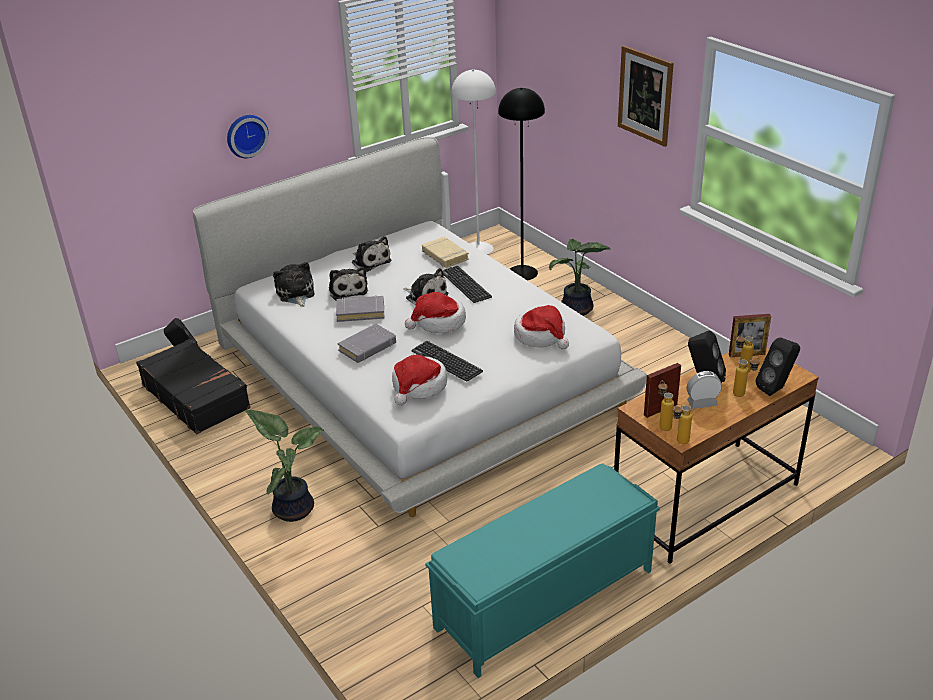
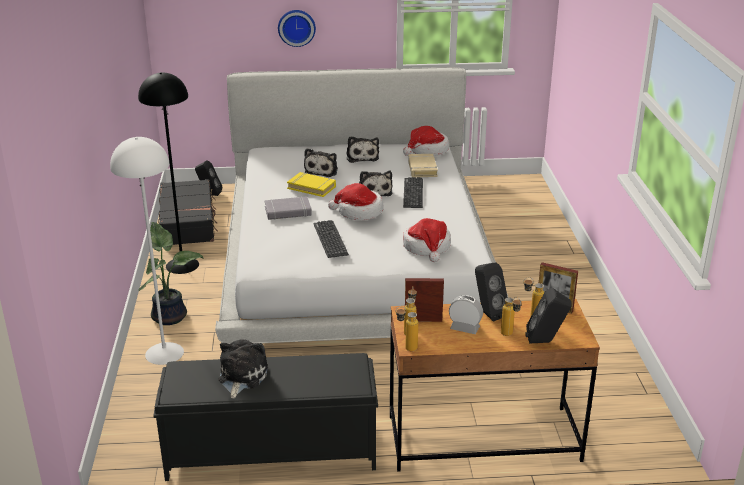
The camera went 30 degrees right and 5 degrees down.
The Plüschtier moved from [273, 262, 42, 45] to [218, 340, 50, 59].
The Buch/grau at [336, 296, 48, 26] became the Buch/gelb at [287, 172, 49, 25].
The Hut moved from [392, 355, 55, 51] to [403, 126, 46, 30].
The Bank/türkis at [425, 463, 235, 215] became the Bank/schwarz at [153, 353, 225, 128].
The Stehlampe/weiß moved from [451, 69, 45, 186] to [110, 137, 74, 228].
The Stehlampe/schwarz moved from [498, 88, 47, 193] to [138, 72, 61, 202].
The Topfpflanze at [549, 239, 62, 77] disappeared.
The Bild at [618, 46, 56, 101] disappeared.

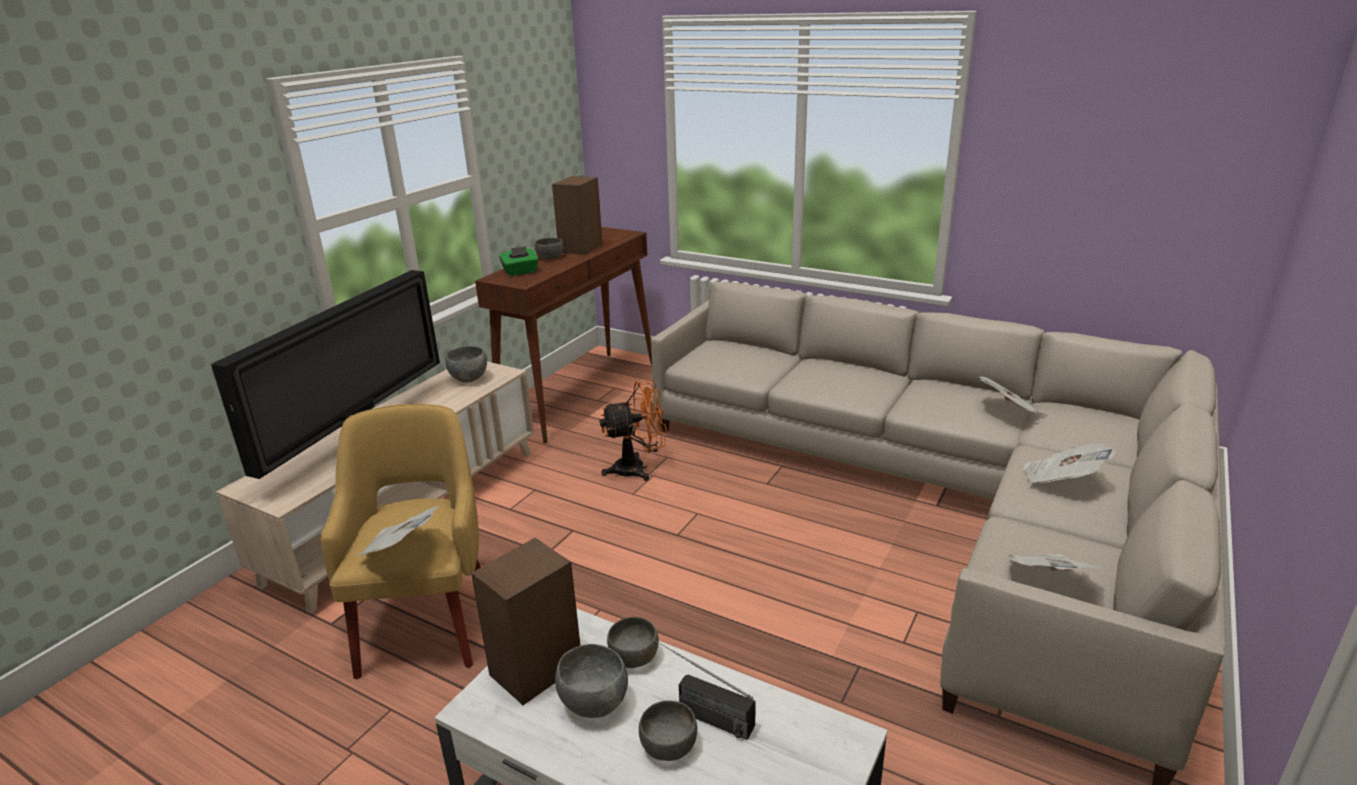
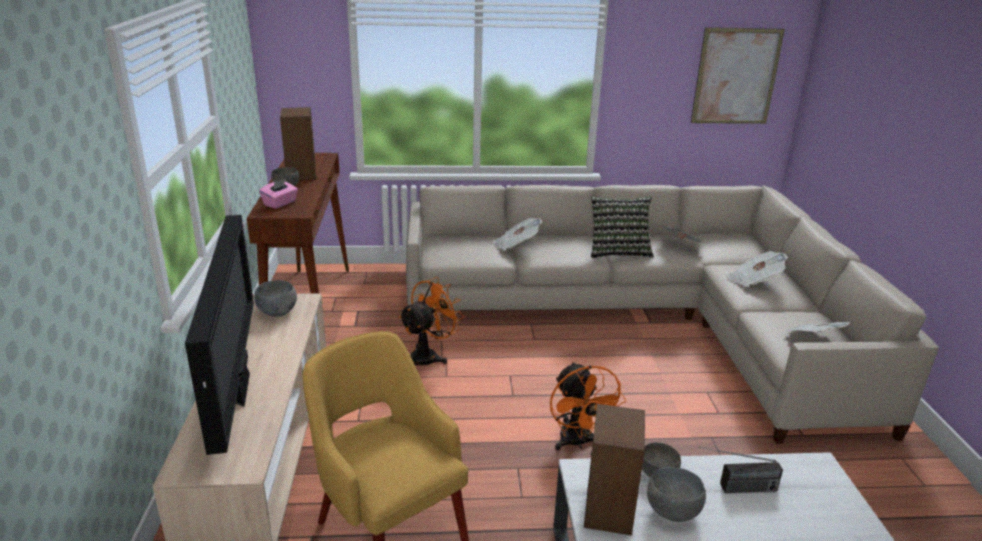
The camera went 35 degrees left and 0 degrees up.
The Zeitung moved from [357, 506, 82, 50] to [492, 217, 50, 34].
The Taschentuchbox/grün at [499, 246, 40, 30] became the Taschentuchbox/rosa at [259, 178, 39, 31].
The Schüssel/grau at [639, 700, 58, 61] disappeared.
The Ventilator/orange at [550, 362, 77, 88] appeared.
The Kissen at [591, 196, 63, 62] appeared.
The Bild at [691, 27, 94, 97] appeared.

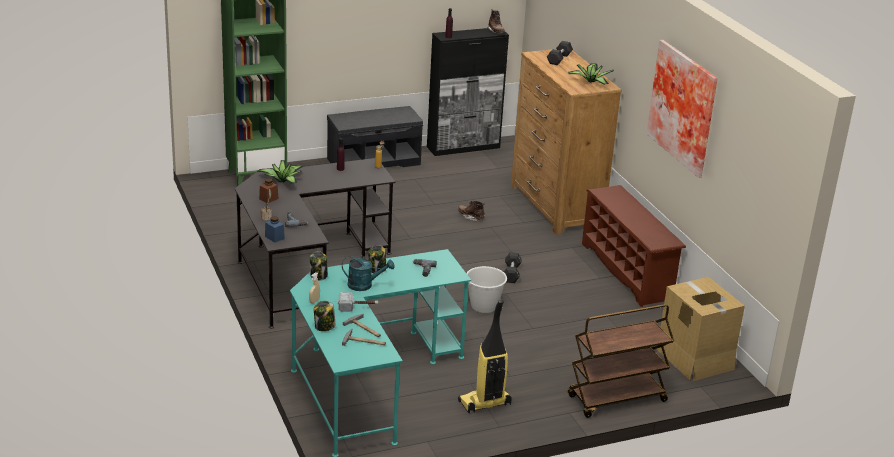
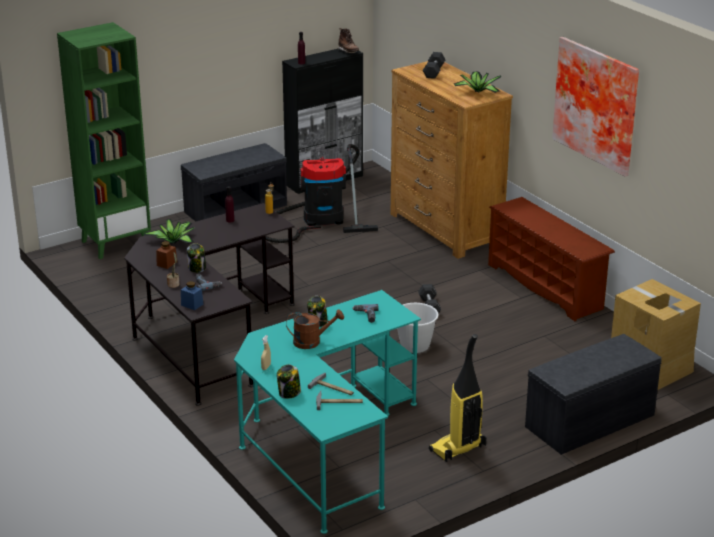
The camera went 10 degrees left and 0 degrees up.
The Vorratsglas moved from [310, 251, 18, 30] to [187, 243, 19, 30].
The Hammer at [338, 292, 40, 20] disappeared.
The Gießkanne/türkis at [342, 256, 53, 35] became the Gießkanne/braun at [286, 309, 58, 40].
The Stiefel/braun at [457, 201, 28, 21] disappeared.
The Rollwagen/braun at [568, 304, 106, 114] was replaced by the Bank/grau at [525, 334, 137, 121].
The Staubsauger at [266, 144, 112, 99] appeared.

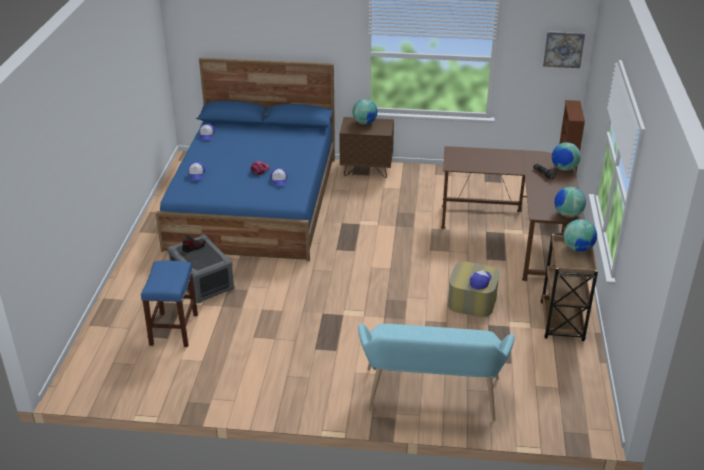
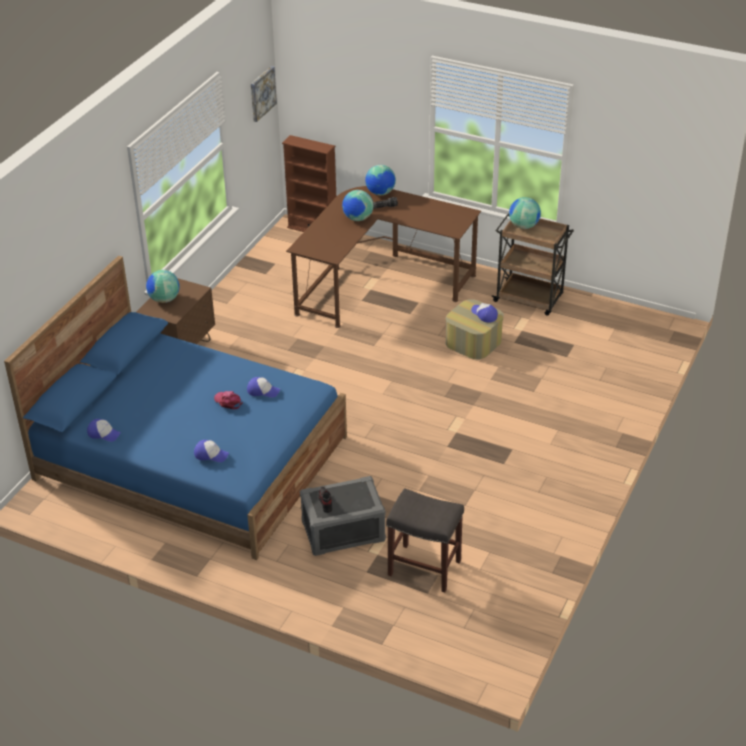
The camera went 70 degrees left and 5 degrees up.
The Hocker/blau at [141, 261, 57, 86] became the Hocker/grau at [386, 488, 78, 105].
The Bank/türkis at [358, 323, 157, 97] disappeared.
The Globus moved from [554, 187, 32, 30] to [342, 190, 31, 31].

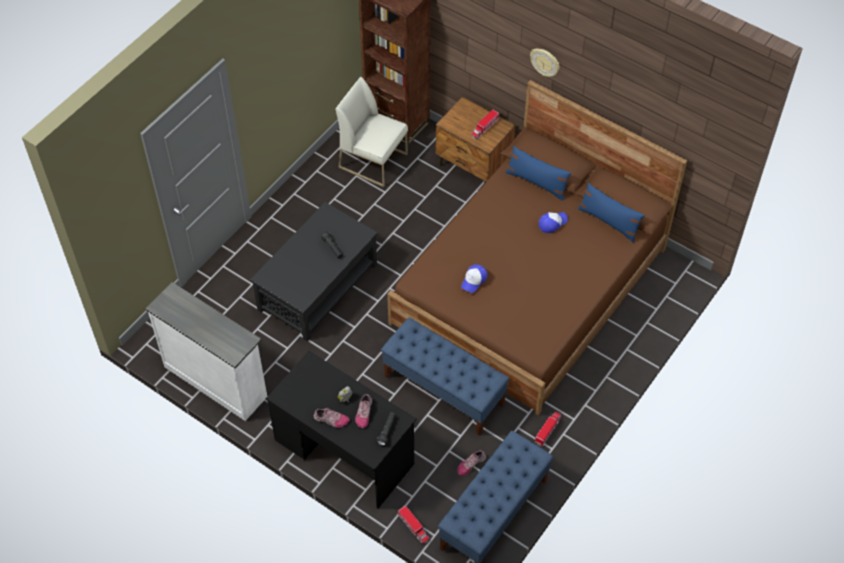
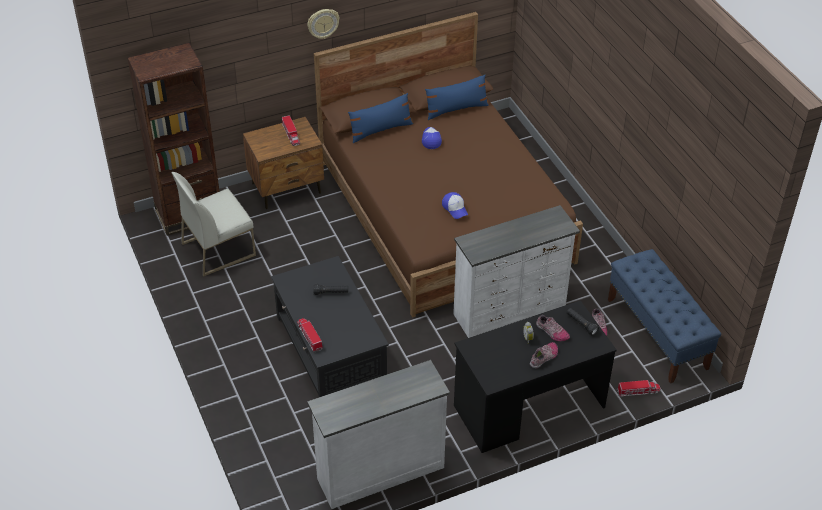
The camera went 60 degrees left and 10 degrees down.
The Bank/blau at [381, 318, 128, 118] was replaced by the Kommode/weiß at [453, 205, 127, 133].
The Spielzeuglaster moved from [535, 412, 26, 34] to [297, 318, 26, 34].

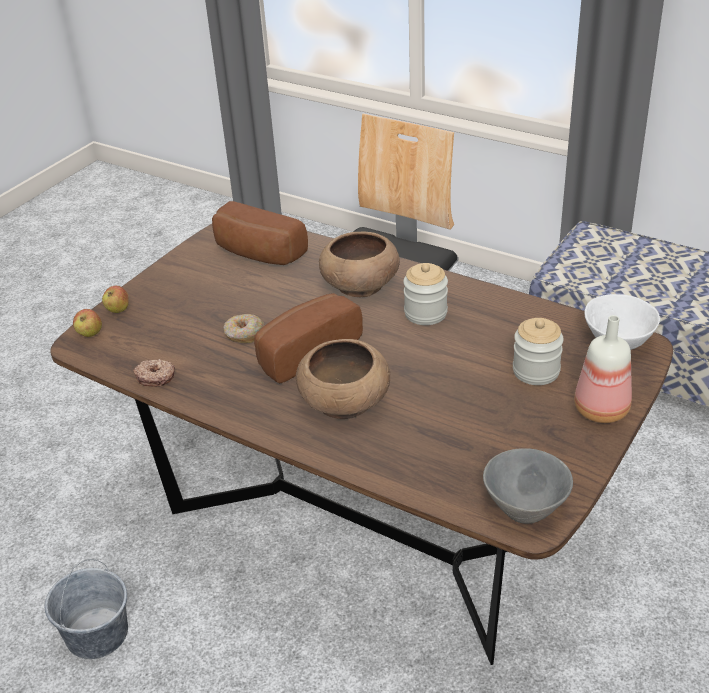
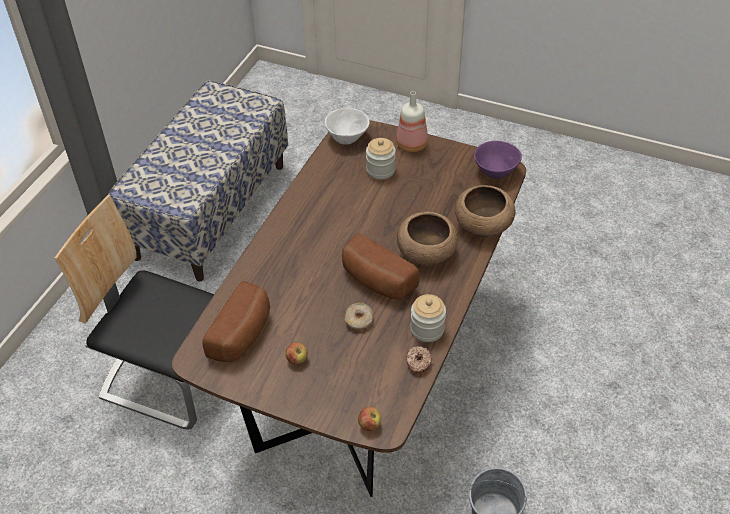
The camera went 100 degrees left and 10 degrees up.
The Apfel moved from [102, 286, 27, 27] to [285, 342, 23, 23].
The Schüssel/braun moved from [319, 231, 81, 66] to [455, 185, 60, 52].
The Vorratsglas moved from [403, 263, 45, 62] to [410, 294, 36, 48].
The Schüssel/grau at [483, 448, 90, 76] became the Schüssel/lila at [474, 141, 48, 38].

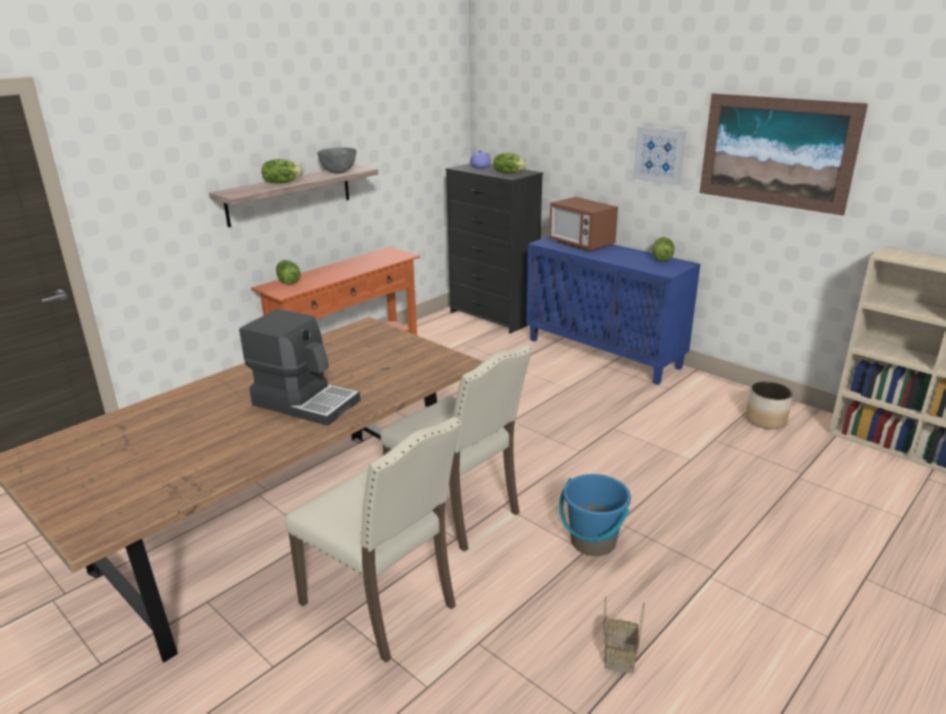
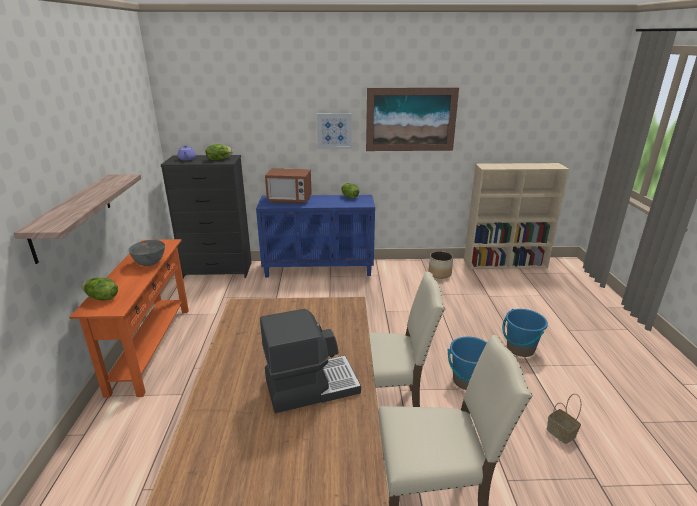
The camera went 45 degrees left and 0 degrees up.
The Salatkopf at [262, 159, 41, 24] disappeared.
The Schüssel/grau moved from [317, 148, 40, 26] to [128, 240, 37, 26].
The Eimer/blau at [502, 309, 46, 48] appeared.

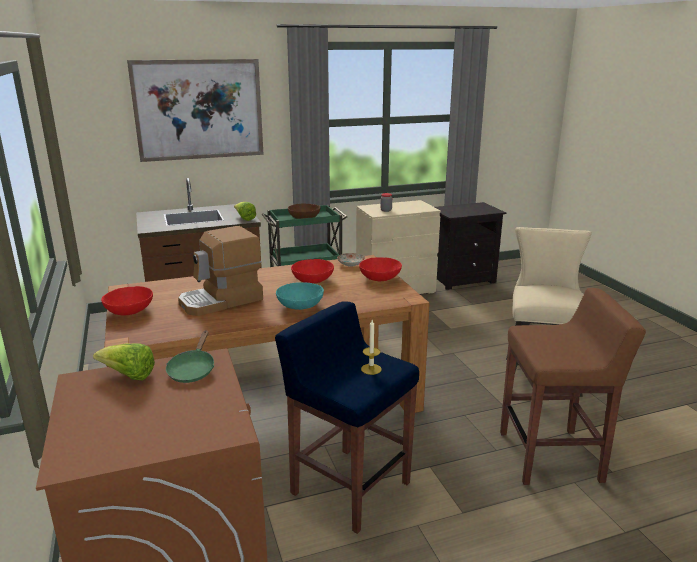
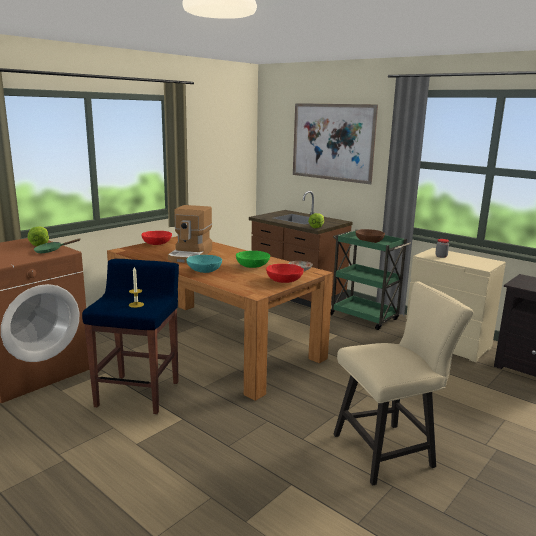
The camera went 60 degrees right and 5 degrees down.
The Kaffeemaschine at [178, 226, 85, 90] turned 105 degrees counterclockwise.
The Schüssel/rot at [291, 259, 43, 25] became the Schüssel/grün at [236, 251, 34, 17].
The Hocker/braun at [500, 288, 146, 197] disappeared.

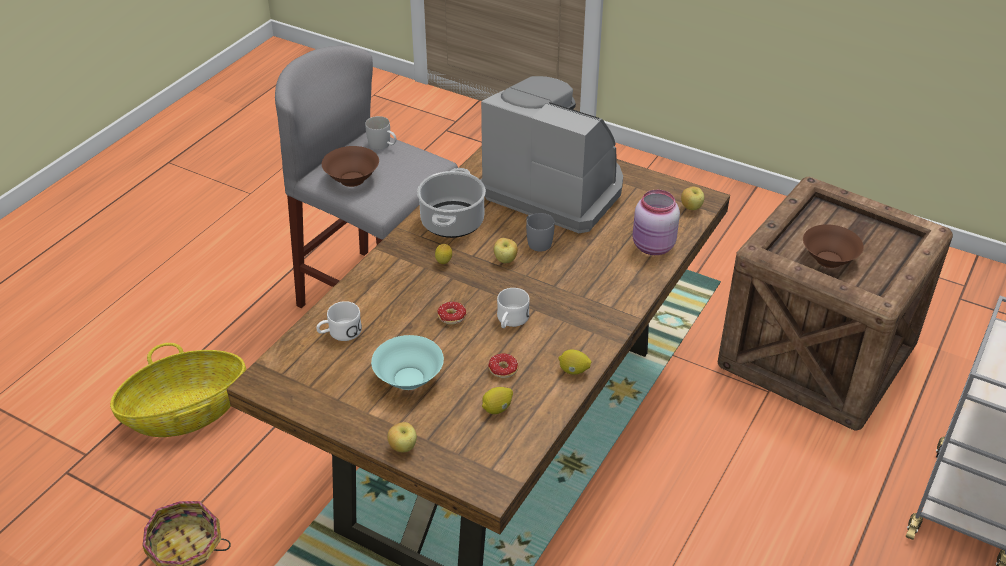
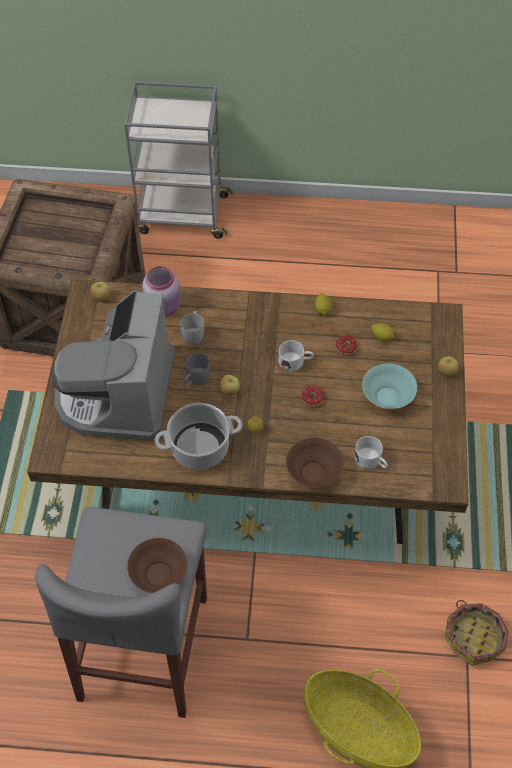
The camera went 115 degrees left and 15 degrees up.
The Henkelbecher/weiß moved from [365, 116, 32, 34] to [180, 311, 24, 34].
The Schüssel/braun moved from [803, 224, 61, 44] to [286, 438, 58, 50].

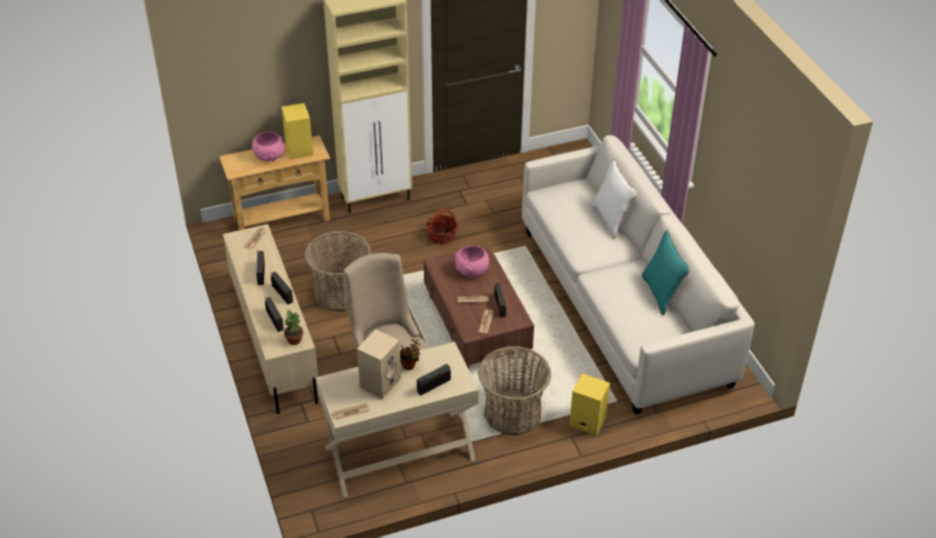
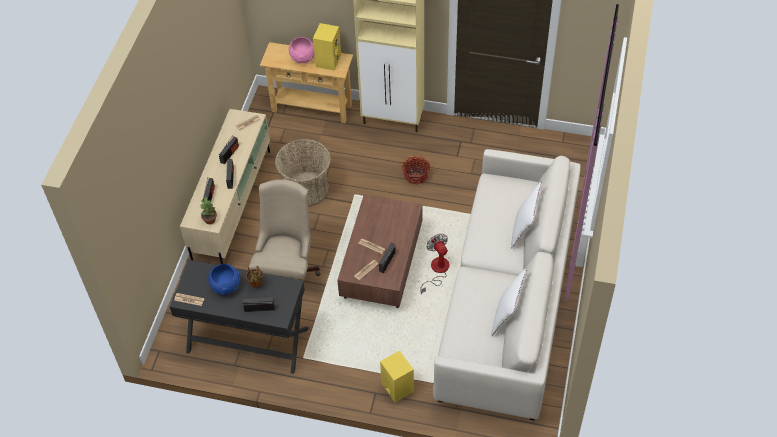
The camera went 35 degrees right and 10 degrees up.
The Schreibtisch/beige at [316, 342, 163, 155] became the Schreibtisch/schwarz at [169, 260, 140, 114].
The Lautsprecher/beige at [357, 329, 44, 70] was replaced by the Schüssel/blau at [208, 264, 32, 31].
The Schüssel/rosa at [455, 246, 34, 31] disappeared.
The Korb at [478, 346, 73, 90] disappeared.
The Kissen/türkis at [642, 230, 48, 85] became the Kissen/weiß at [491, 268, 36, 68].
The Ventilator at [420, 234, 30, 60] appeared.

